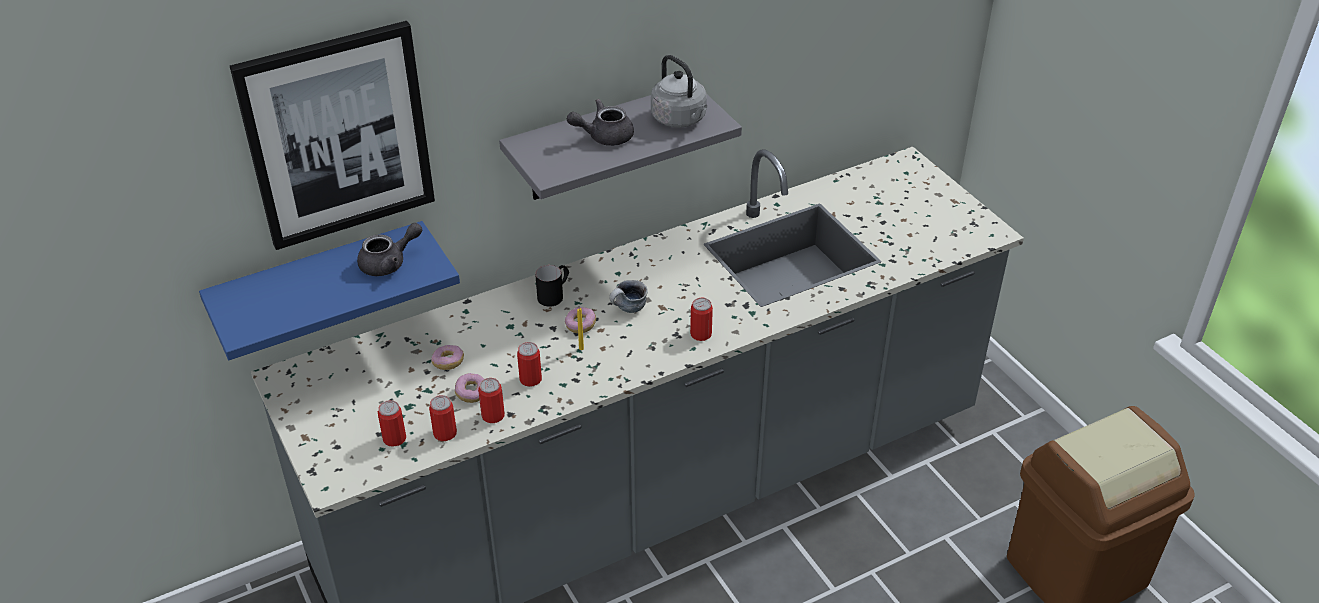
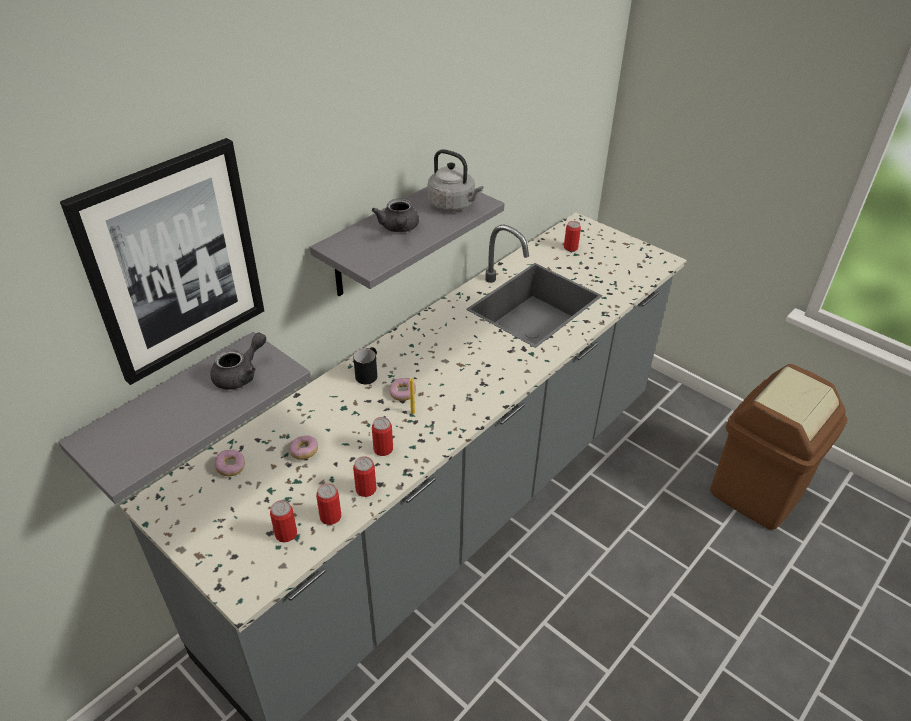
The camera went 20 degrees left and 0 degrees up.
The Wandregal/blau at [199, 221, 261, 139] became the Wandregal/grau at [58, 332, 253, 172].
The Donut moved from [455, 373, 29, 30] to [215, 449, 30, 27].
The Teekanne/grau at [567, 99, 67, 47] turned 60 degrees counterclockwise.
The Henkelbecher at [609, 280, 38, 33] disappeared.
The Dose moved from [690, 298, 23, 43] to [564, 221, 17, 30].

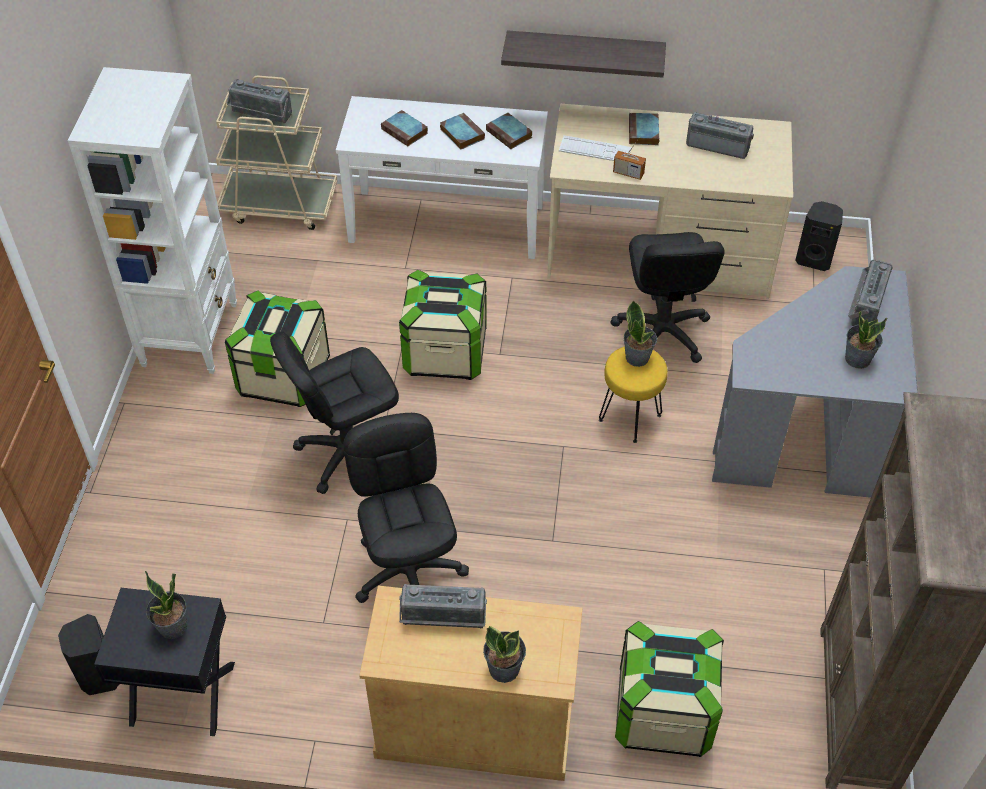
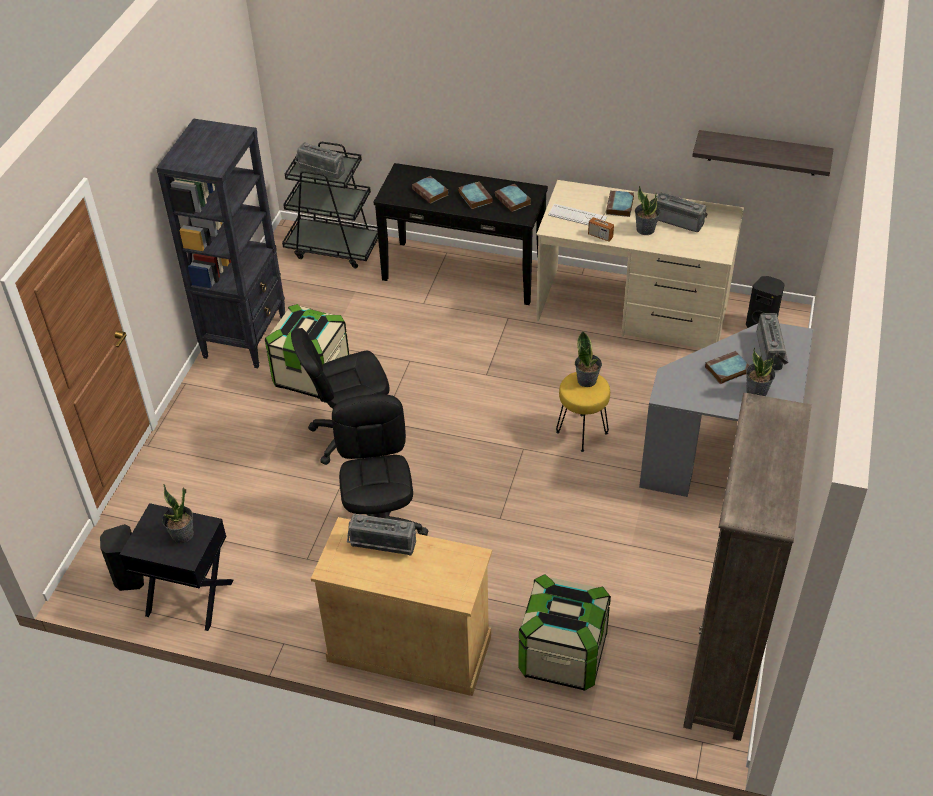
The camera went 10 degrees right and 5 degrees down.
The Bücherregal/weiß at [68, 67, 169, 307] became the Bücherregal/schwarz at [156, 118, 129, 250].
The Rollwagen/beige at [216, 76, 121, 154] became the Rollwagen/schwarz at [282, 142, 96, 126].
The Konsolentisch/weiß at [336, 96, 212, 163] became the Konsolentisch/schwarz at [374, 163, 174, 142].
The Aufbewahrungsbox at [399, 270, 88, 110] disappeared.
The Topfpflanze moved from [483, 626, 43, 57] to [635, 185, 25, 50].
The Wandregal moved from [501, 30, 165, 48] to [692, 130, 141, 46].
The Bürostuhl/schwarz at [611, 232, 114, 131] disappeared.
The Radio at [848, 259, 45, 67] turned 150 degrees clockwise.
The Buch at [705, 351, 44, 33] appeared.

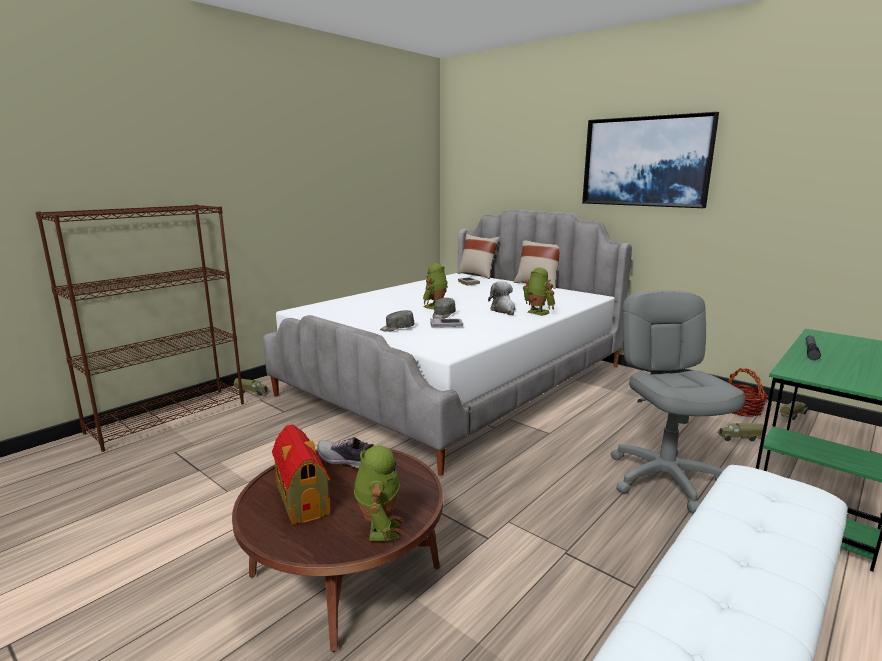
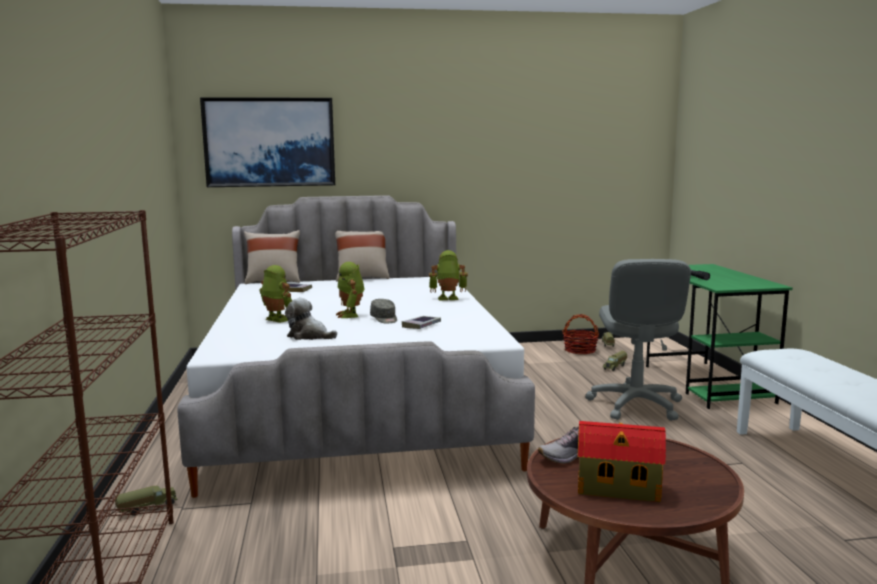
The camera went 50 degrees left and 5 degrees down.
The Spielzeugroboter moved from [354, 445, 50, 96] to [259, 265, 33, 58].
The Kappe/grau at [380, 310, 34, 22] disappeared.
The Plüschtier moved from [488, 281, 28, 34] to [285, 298, 52, 42].
The Bild moved from [582, 112, 137, 96] to [200, 97, 135, 90].
The Bürostuhl/grau at [611, 290, 134, 223] turned 120 degrees counterclockwise.

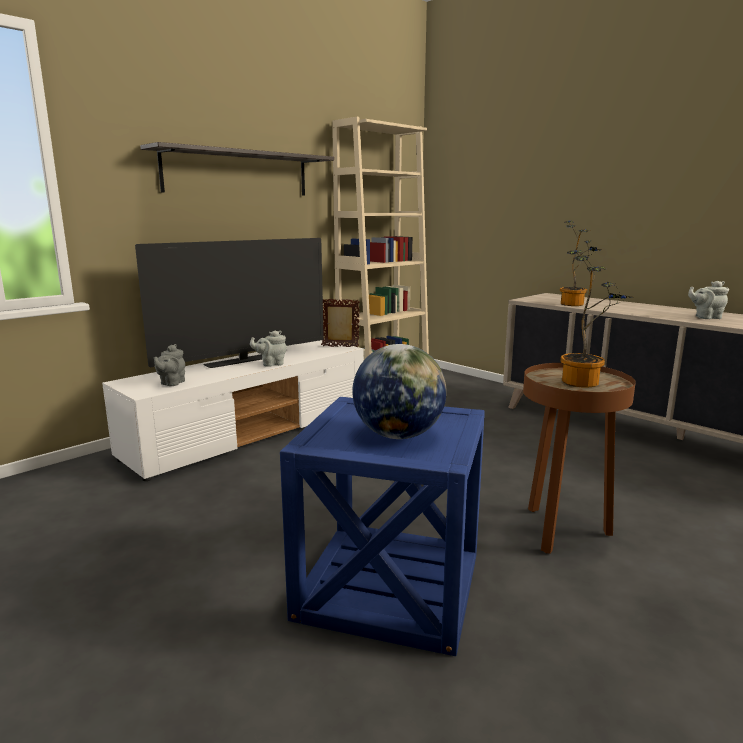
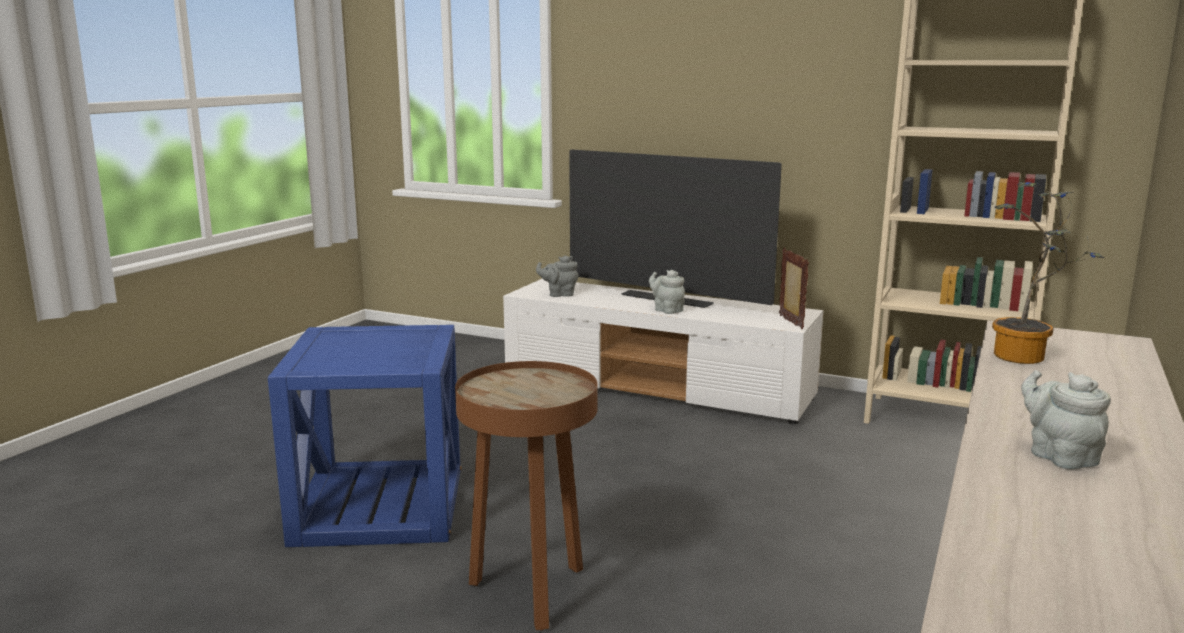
The camera went 70 degrees right and 0 degrees up.
The Wandregal at [140, 142, 194, 54] disappeared.
The Globus at [352, 344, 95, 95] disappeared.
The Topfpflanze at [560, 250, 71, 138] disappeared.

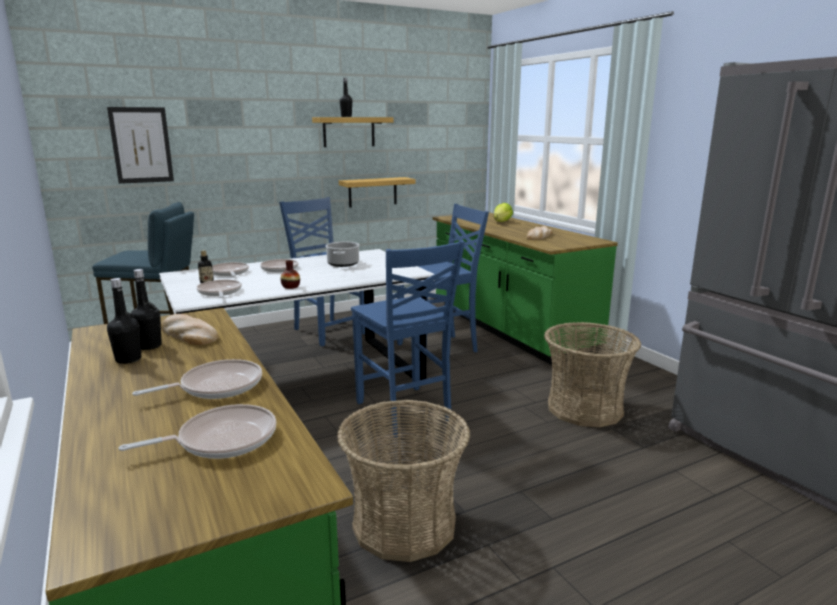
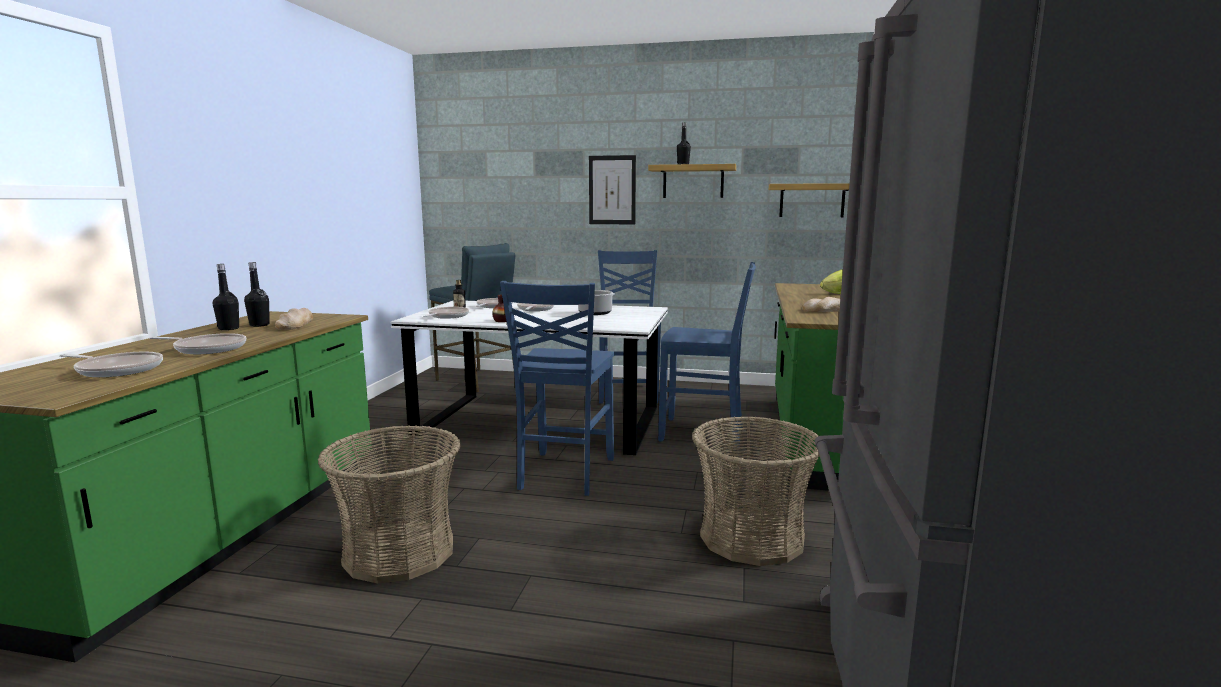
The camera went 40 degrees right and 5 degrees down.
The Bild moved from [107, 107, 67, 77] to [589, 155, 47, 69].
The Wandregal moved from [339, 177, 77, 31] to [769, 183, 81, 34].

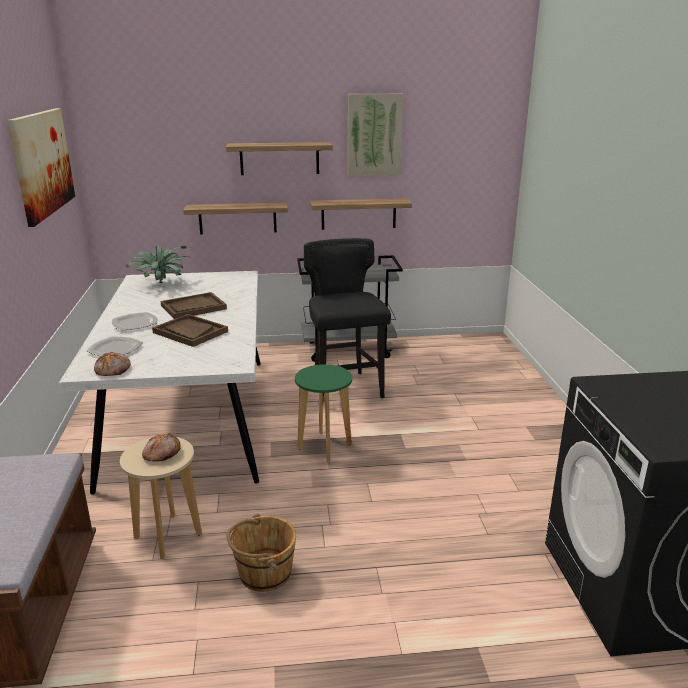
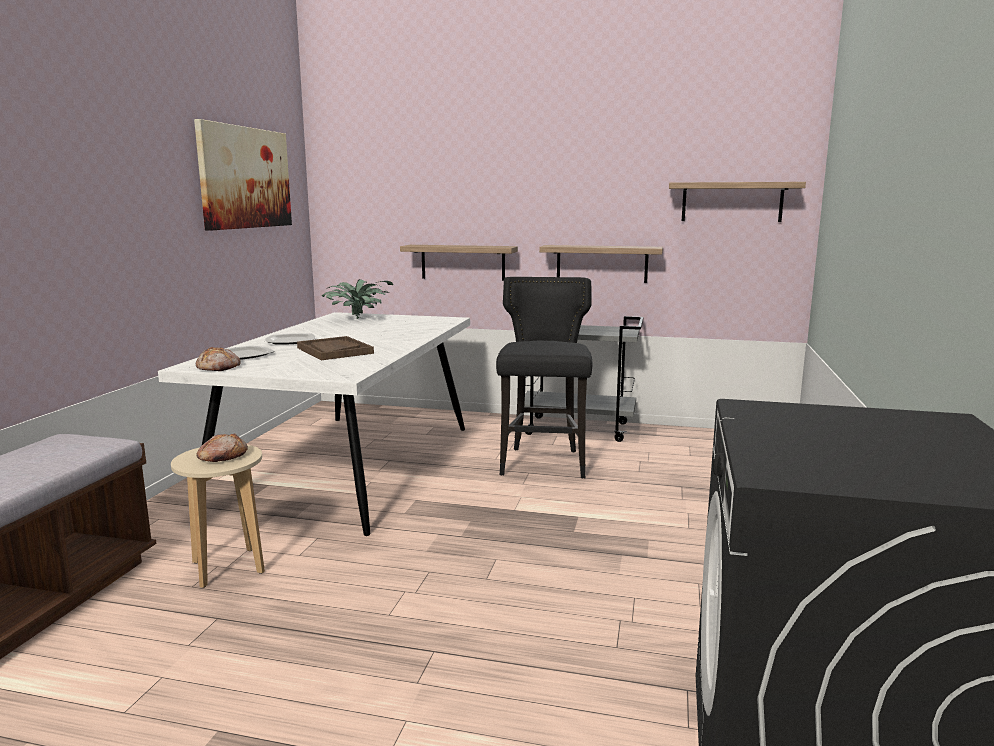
The camera went 20 degrees right and 10 degrees down.
The Tablett/braun at [161, 292, 66, 27] disappeared.
The Wandregal moved from [226, 142, 107, 33] to [669, 182, 137, 40].
The Eimer/braun at [227, 514, 69, 78] disappeared.
The Hocker/grün at [295, 364, 57, 97] disappeared.
The Bild at [348, 94, 55, 83] disappeared.

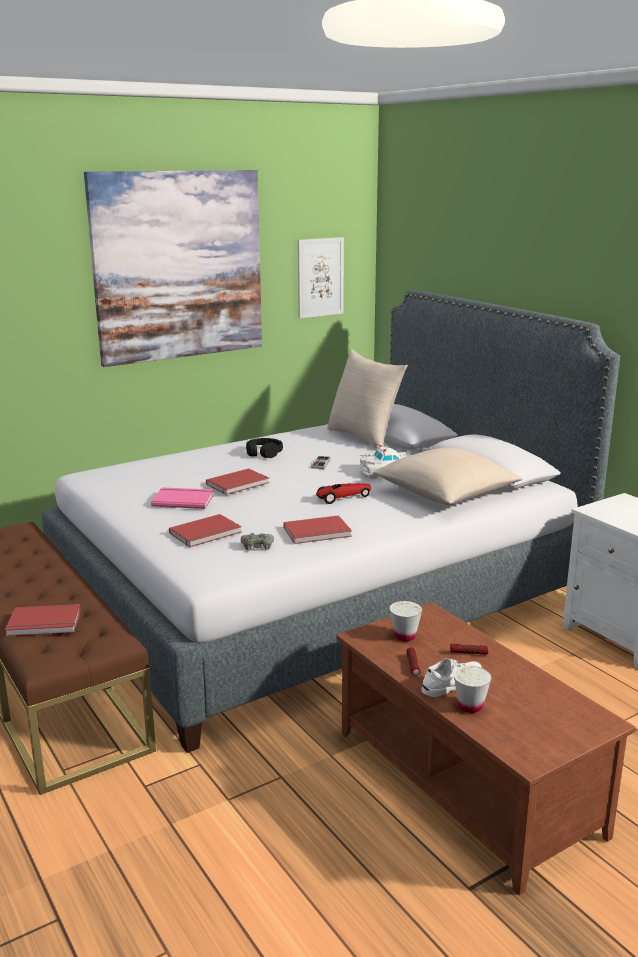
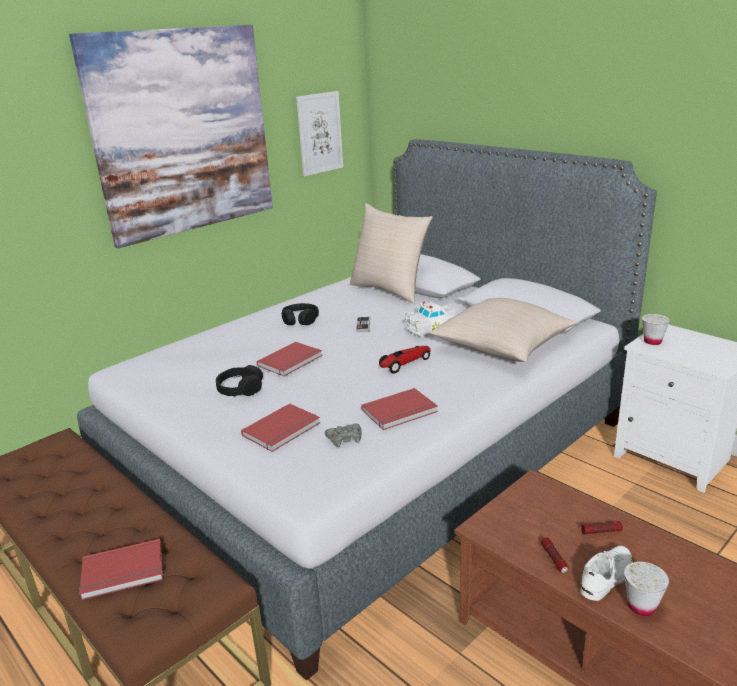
The camera went 10 degrees left and 5 degrees up.
The Buch/rosa at [151, 487, 63, 22] was replaced by the Kopfhörer/schwarz at [216, 365, 47, 32].
The Tasse/weiß moved from [390, 601, 32, 40] to [642, 314, 28, 31].

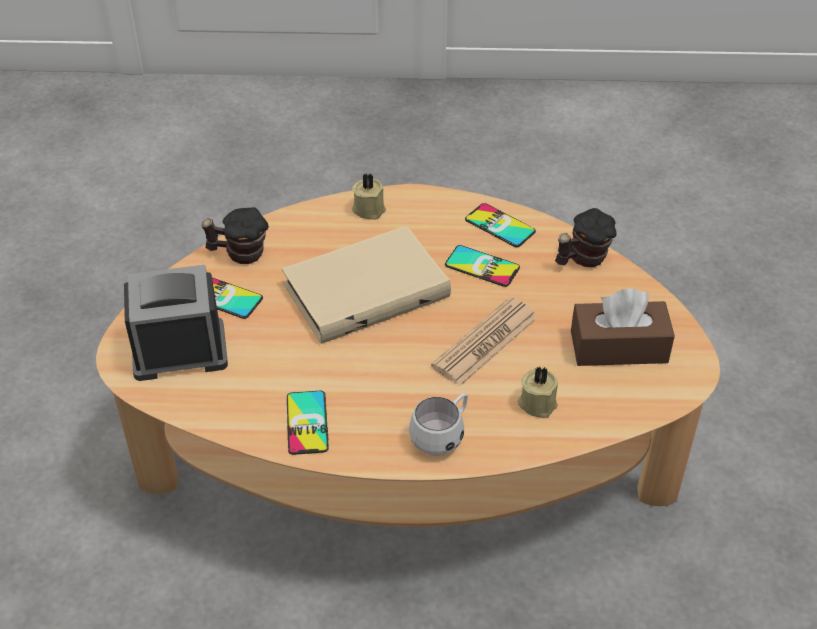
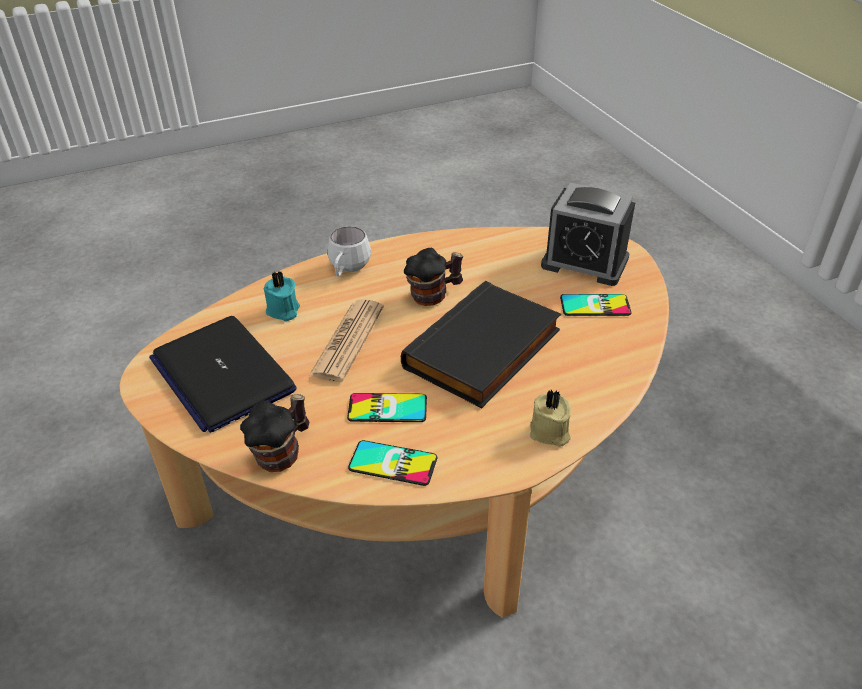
The camera went 155 degrees right and 5 degrees down.
The Wecker at [124, 265, 104, 116] turned 60 degrees clockwise.
The Henkelbecher moved from [202, 207, 67, 57] to [404, 248, 59, 58].
The Buch/beige at [282, 226, 169, 118] became the Buch/schwarz at [401, 281, 160, 127].
The Handy at [287, 391, 42, 64] disappeared.
The Kerze/beige at [518, 366, 40, 52] became the Kerze/türkis at [264, 271, 36, 50].
The Taschentuchbox/braun at [571, 288, 104, 78] was replaced by the Laptop at [149, 316, 148, 117].

